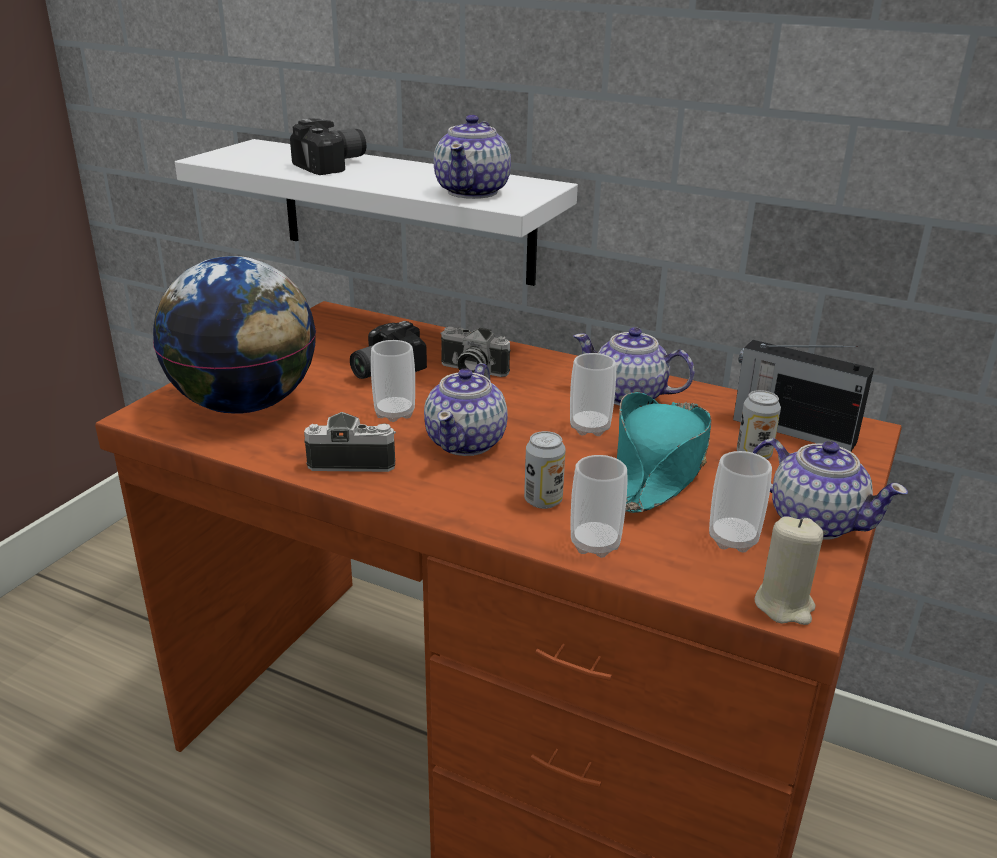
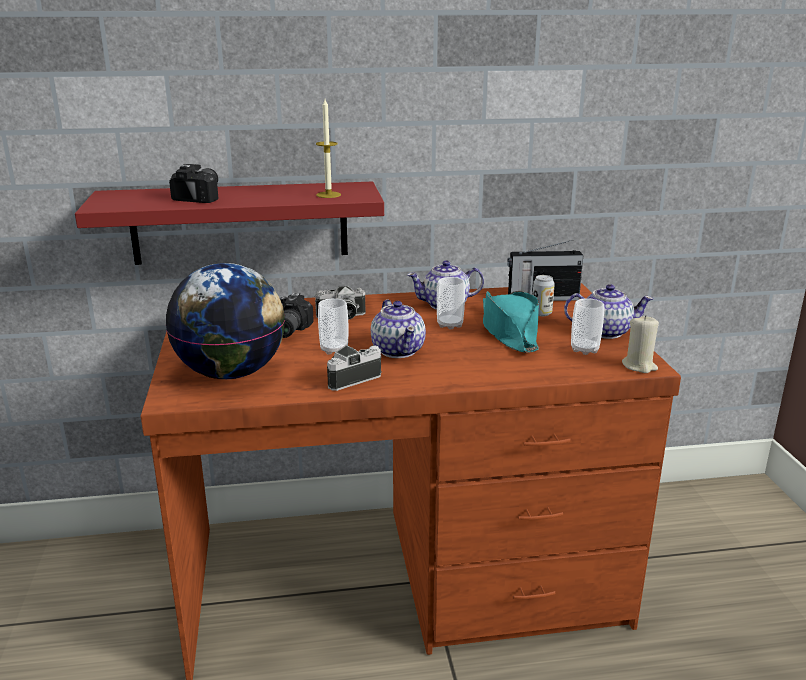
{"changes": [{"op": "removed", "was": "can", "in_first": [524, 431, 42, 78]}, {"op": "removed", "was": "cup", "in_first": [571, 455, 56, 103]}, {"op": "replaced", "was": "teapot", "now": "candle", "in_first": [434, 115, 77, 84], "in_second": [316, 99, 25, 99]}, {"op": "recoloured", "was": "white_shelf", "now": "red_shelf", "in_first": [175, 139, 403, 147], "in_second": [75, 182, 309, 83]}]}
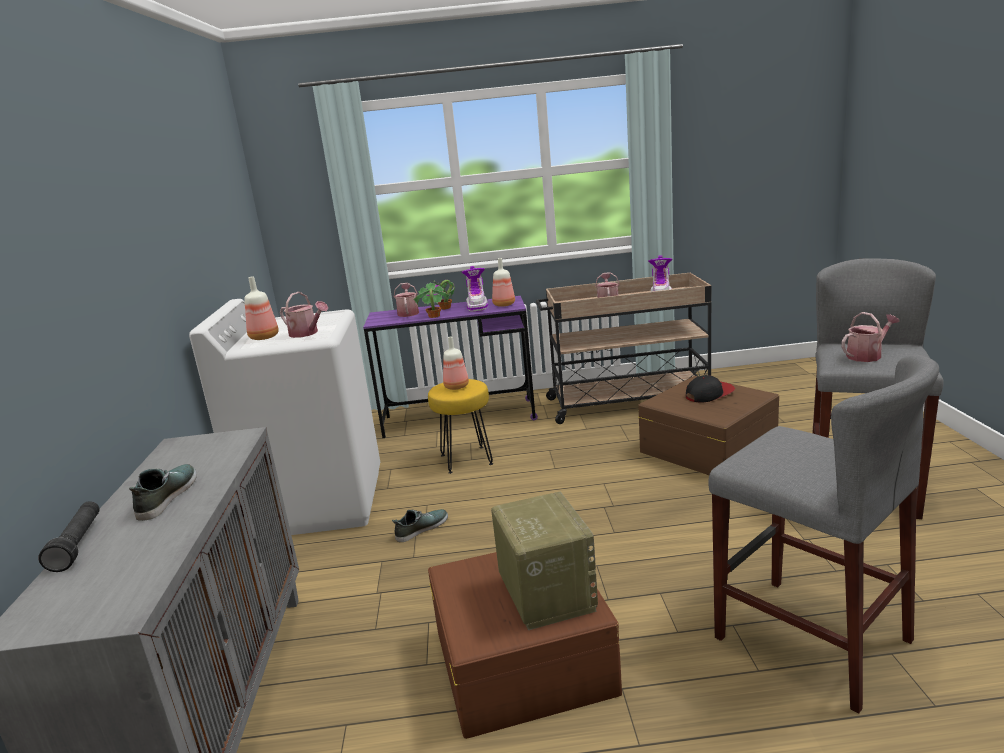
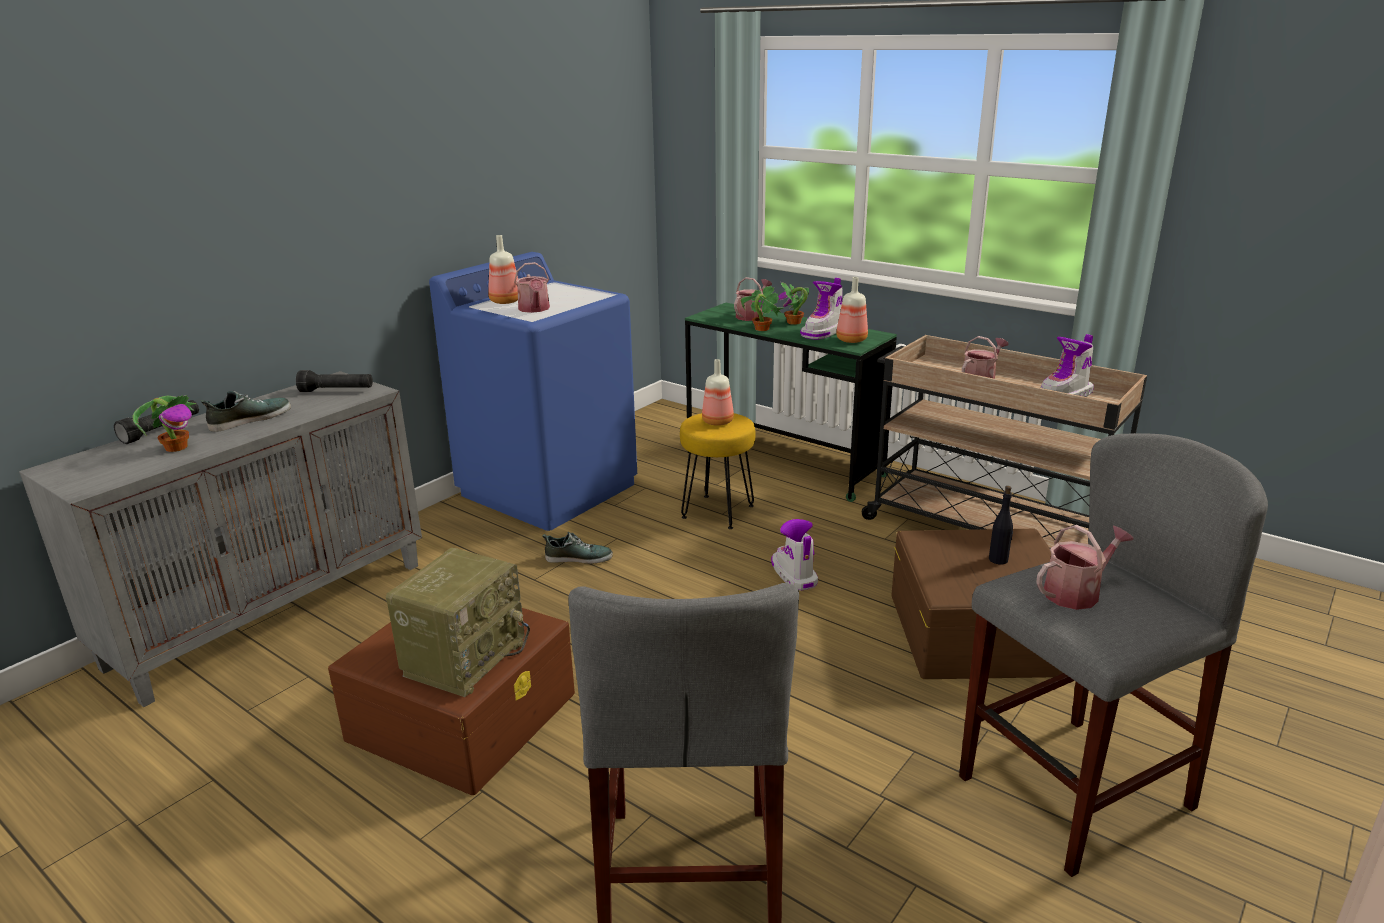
{"changes": [{"op": "added", "now": "potted_plant", "in_second": [133, 395, 64, 57]}, {"op": "added", "now": "black_flashlight", "in_second": [296, 370, 77, 22]}, {"op": "added", "now": "boot", "in_second": [771, 519, 47, 72]}, {"op": "replaced", "was": "cap", "now": "black_bottle", "in_first": [686, 375, 49, 28], "in_second": [989, 486, 24, 78]}, {"op": "recoloured", "was": "white_washing_machine", "now": "blue_washing_machine", "in_first": [189, 299, 191, 236], "in_second": [429, 252, 208, 279]}, {"op": "recoloured", "was": "purple_desk", "now": "green_desk", "in_first": [363, 296, 175, 142], "in_second": [685, 303, 212, 199]}, {"op": "turned", "was": "watering_can", "in_first": [842, 312, 57, 50], "in_second": [1036, 525, 97, 85], "clockwise": -45}]}
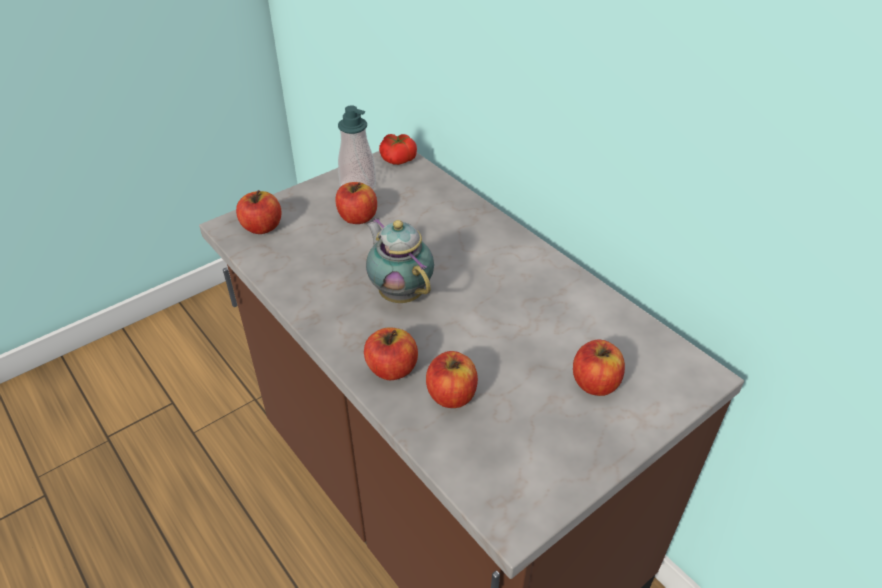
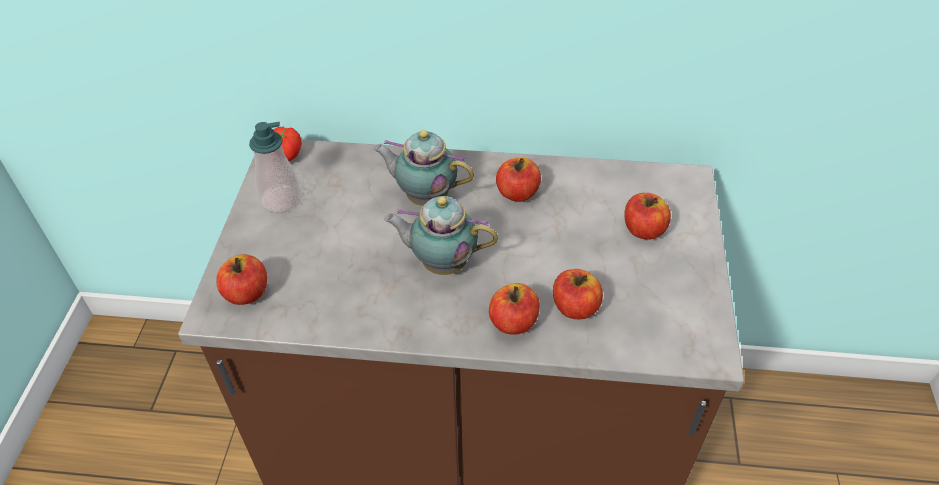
{"changes": [{"op": "added", "now": "teapot", "in_second": [374, 130, 100, 76]}, {"op": "moved", "was": "apple", "in_first": [335, 182, 42, 42], "in_second": [496, 158, 45, 44]}]}
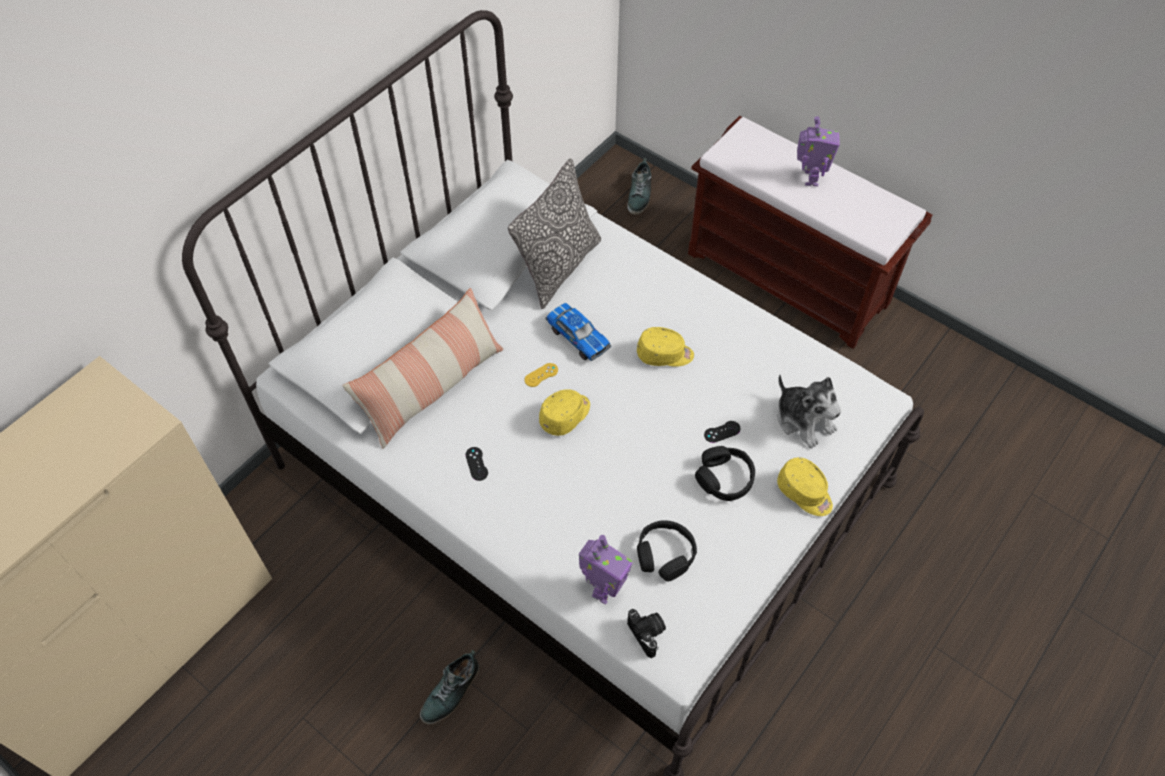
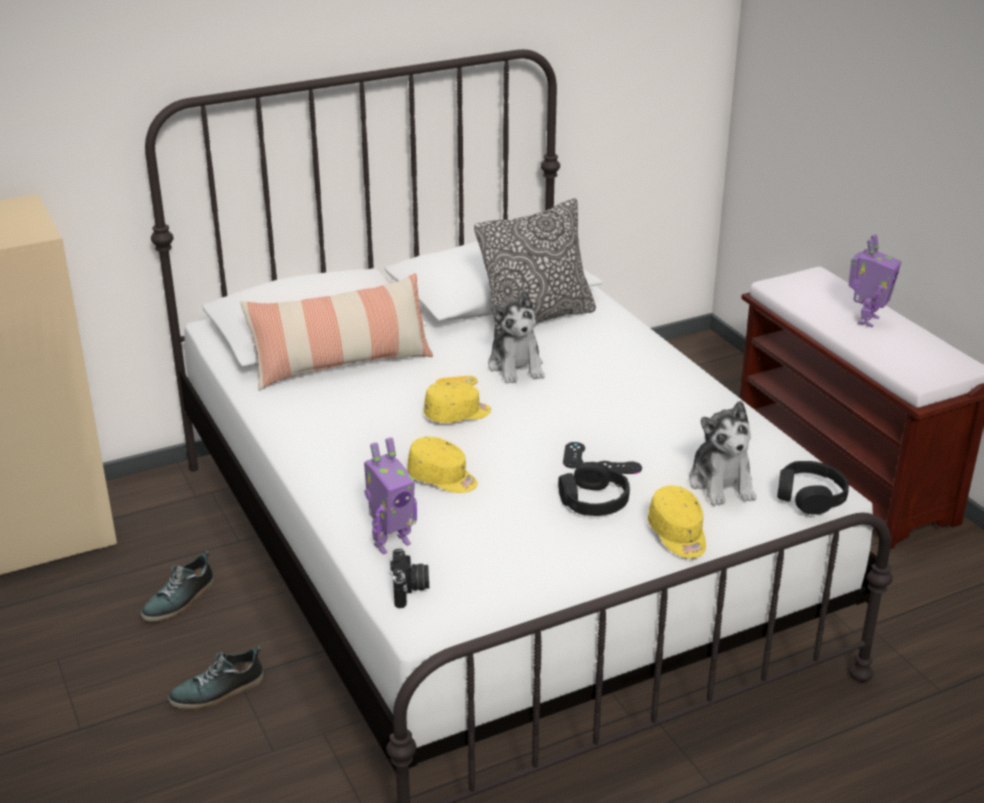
{"changes": [{"op": "moved", "was": "black_game_controller", "in_first": [465, 447, 23, 34], "in_second": [563, 442, 22, 26]}, {"op": "moved", "was": "shoe", "in_first": [627, 158, 24, 57], "in_second": [141, 550, 73, 72]}, {"op": "moved", "was": "yellow_cap", "in_first": [637, 327, 57, 40], "in_second": [407, 437, 71, 56]}, {"op": "moved", "was": "black_headphones", "in_first": [637, 520, 60, 62], "in_second": [777, 461, 72, 54]}, {"op": "replaced", "was": "toy_car", "now": "plush_toy", "in_first": [545, 303, 66, 58], "in_second": [488, 290, 57, 94]}]}
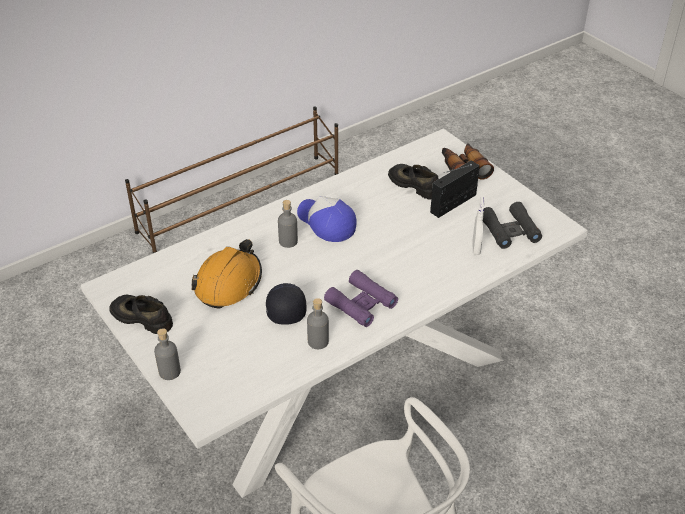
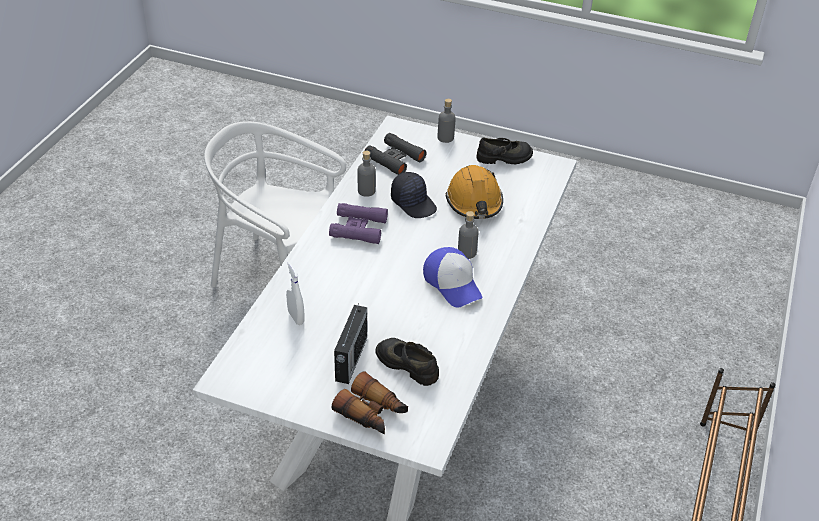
{"changes": [{"op": "moved", "was": "black_binoculars", "in_first": [483, 202, 59, 47], "in_second": [365, 133, 61, 42]}, {"op": "turned", "was": "cap", "in_first": [297, 196, 60, 46], "in_second": [423, 247, 59, 60], "clockwise": 45}, {"op": "turned", "was": "black_shoe", "in_first": [388, 164, 51, 36], "in_second": [375, 338, 64, 48], "clockwise": -150}]}
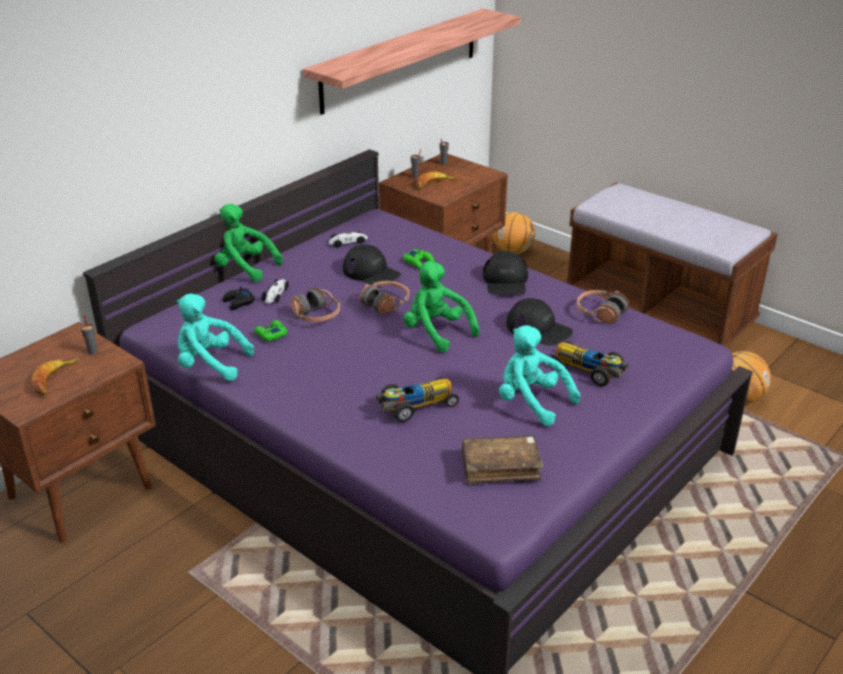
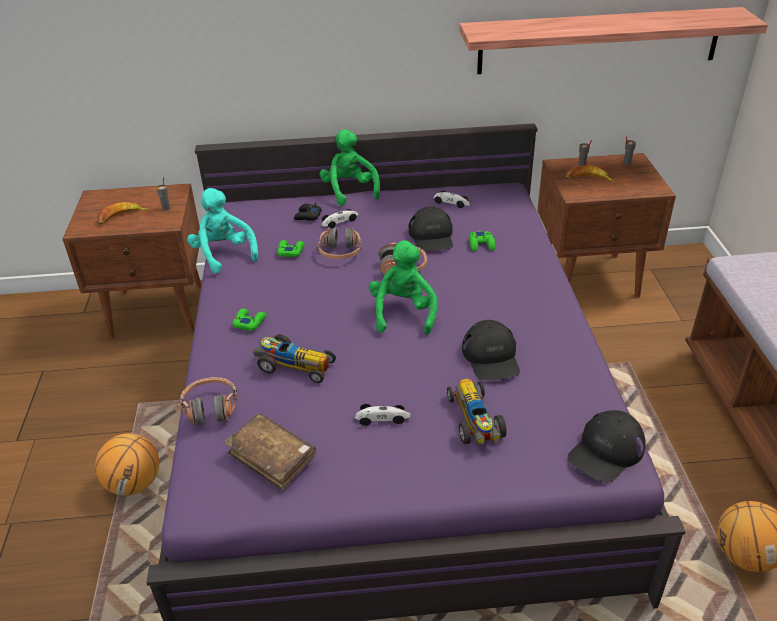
{"changes": [{"op": "added", "now": "green_game_controller", "in_second": [232, 309, 35, 22]}, {"op": "moved", "was": "black_cap", "in_first": [483, 251, 45, 43], "in_second": [568, 410, 78, 72]}, {"op": "moved", "was": "basketball", "in_first": [493, 212, 42, 42], "in_second": [95, 433, 64, 63]}, {"op": "moved", "was": "headphones", "in_first": [576, 290, 53, 34], "in_second": [180, 377, 57, 50]}, {"op": "replaced", "was": "turquoise_plush_toy", "now": "toy_car", "in_first": [499, 325, 81, 101], "in_second": [355, 404, 57, 22]}]}
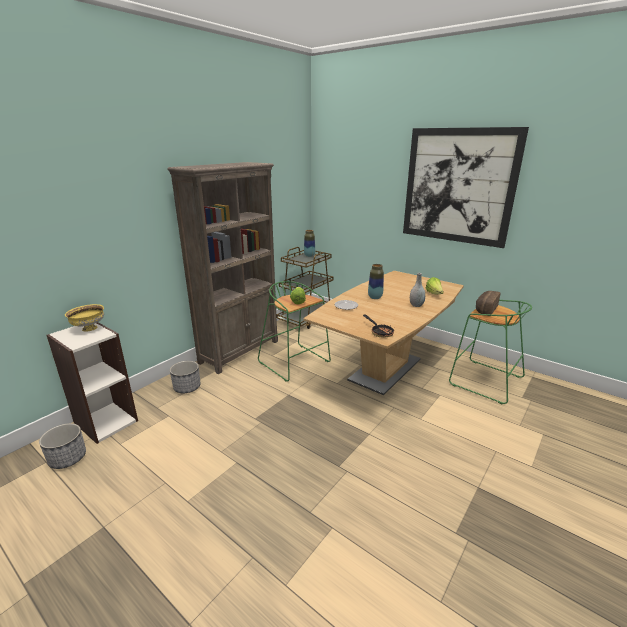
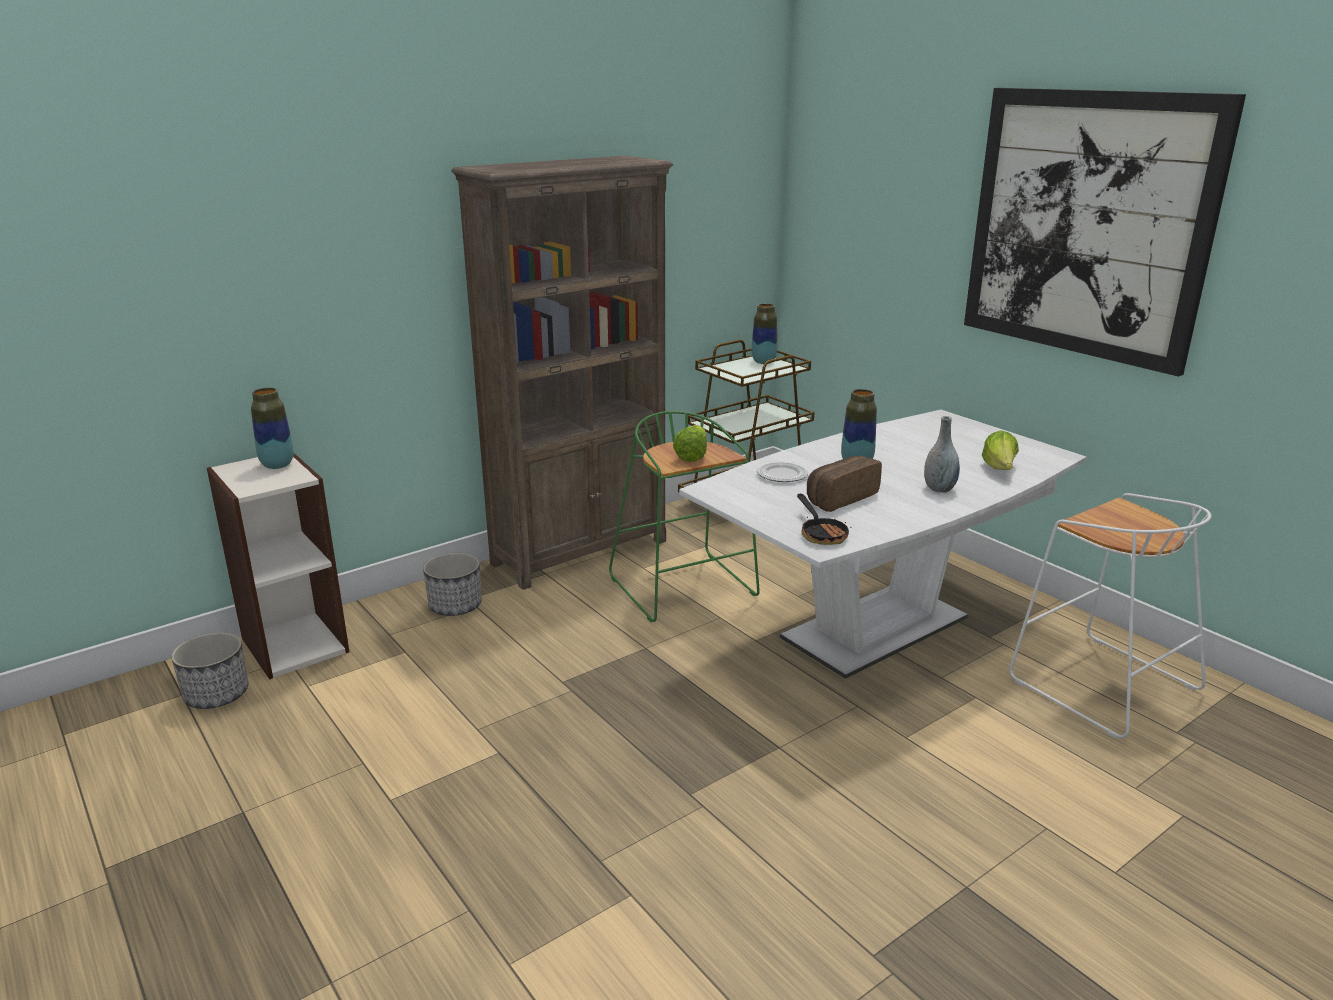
{"changes": [{"op": "moved", "was": "bread", "in_first": [476, 291, 25, 23], "in_second": [807, 456, 75, 56]}, {"op": "replaced", "was": "yellow_bowl", "now": "vase", "in_first": [65, 304, 39, 28], "in_second": [251, 388, 43, 81]}, {"op": "recoloured", "was": "brown_dining_table", "now": "white_dining_table", "in_first": [303, 271, 161, 124], "in_second": [679, 410, 408, 269]}, {"op": "recoloured", "was": "green_stool", "now": "white_stool", "in_first": [449, 300, 83, 104], "in_second": [1009, 493, 203, 246]}]}
